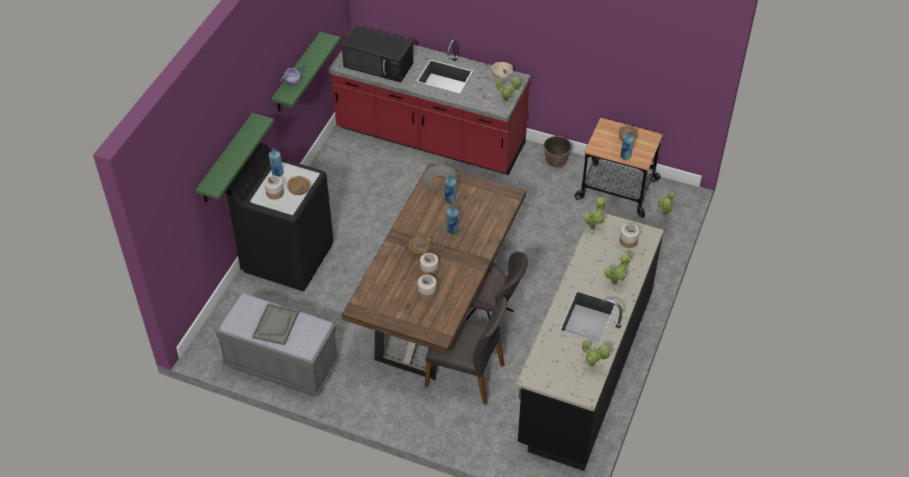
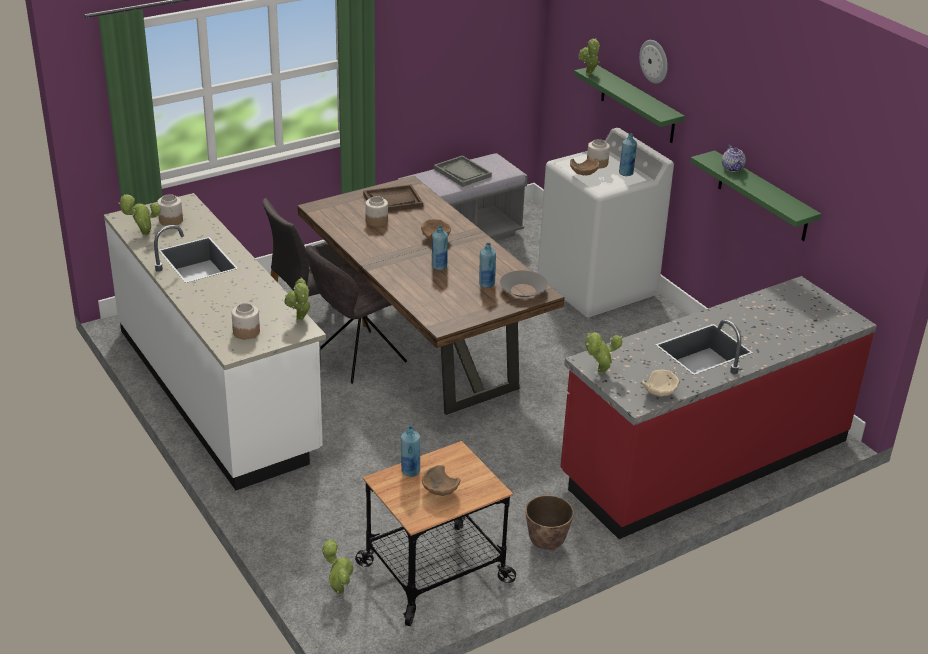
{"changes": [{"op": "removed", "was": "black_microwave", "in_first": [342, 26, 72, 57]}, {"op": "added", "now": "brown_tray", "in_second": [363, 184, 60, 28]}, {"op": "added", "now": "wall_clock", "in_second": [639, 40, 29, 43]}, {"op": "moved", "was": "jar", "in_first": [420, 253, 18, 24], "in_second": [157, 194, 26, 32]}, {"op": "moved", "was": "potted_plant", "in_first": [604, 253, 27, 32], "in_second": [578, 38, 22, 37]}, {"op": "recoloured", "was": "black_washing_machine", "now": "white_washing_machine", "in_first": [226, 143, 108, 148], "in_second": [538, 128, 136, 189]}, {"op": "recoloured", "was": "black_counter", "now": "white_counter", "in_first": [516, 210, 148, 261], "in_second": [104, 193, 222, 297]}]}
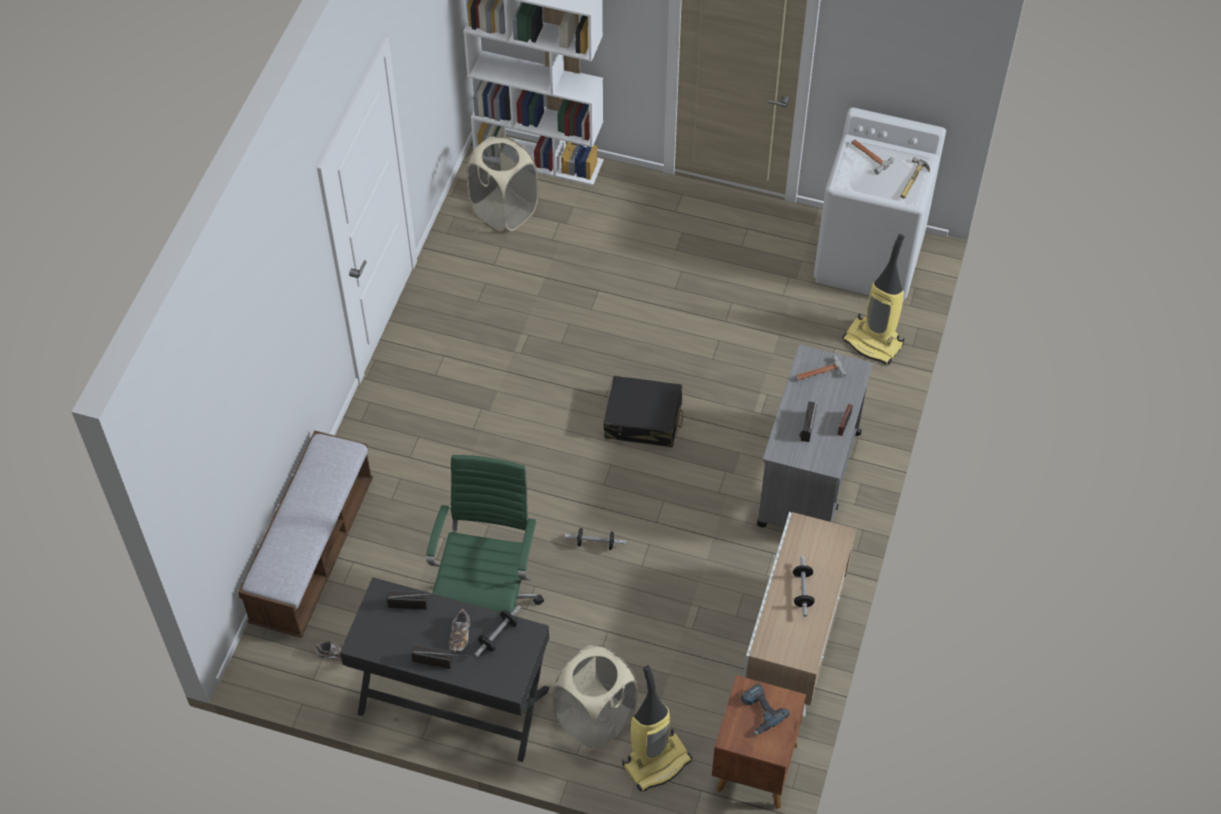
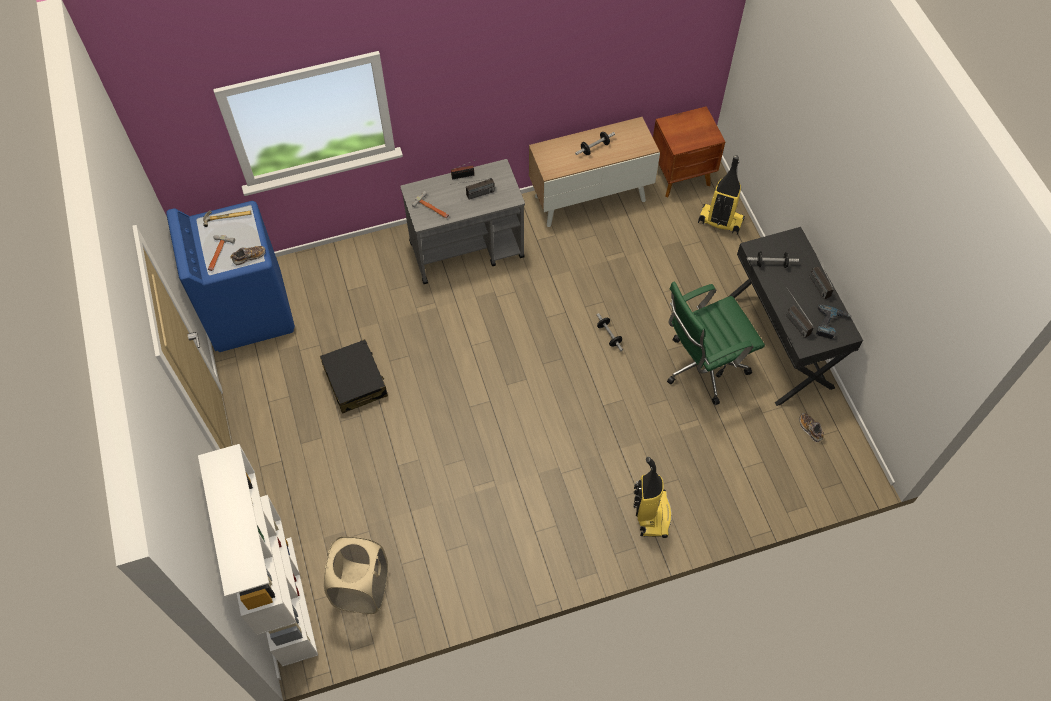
{"changes": [{"op": "removed", "was": "bench", "in_first": [238, 430, 135, 208]}, {"op": "removed", "was": "beige_laundry_basket", "in_first": [553, 645, 85, 106]}, {"op": "moved", "was": "shoe", "in_first": [449, 609, 21, 44], "in_second": [230, 246, 35, 19]}, {"op": "moved", "was": "black_suitcase", "in_first": [603, 376, 80, 72], "in_second": [320, 339, 68, 75]}, {"op": "moved", "was": "power_drill", "in_first": [740, 683, 50, 52], "in_second": [816, 304, 35, 35]}, {"op": "moved", "was": "vacuum_cleaner", "in_first": [842, 234, 63, 131], "in_second": [633, 457, 39, 81]}, {"op": "recoloured", "was": "white_washing_machine", "now": "blue_washing_machine", "in_first": [814, 107, 132, 194], "in_second": [166, 201, 129, 151]}]}
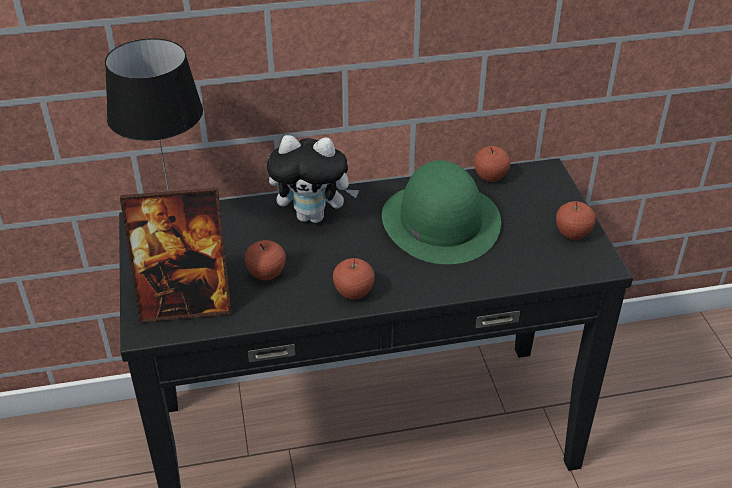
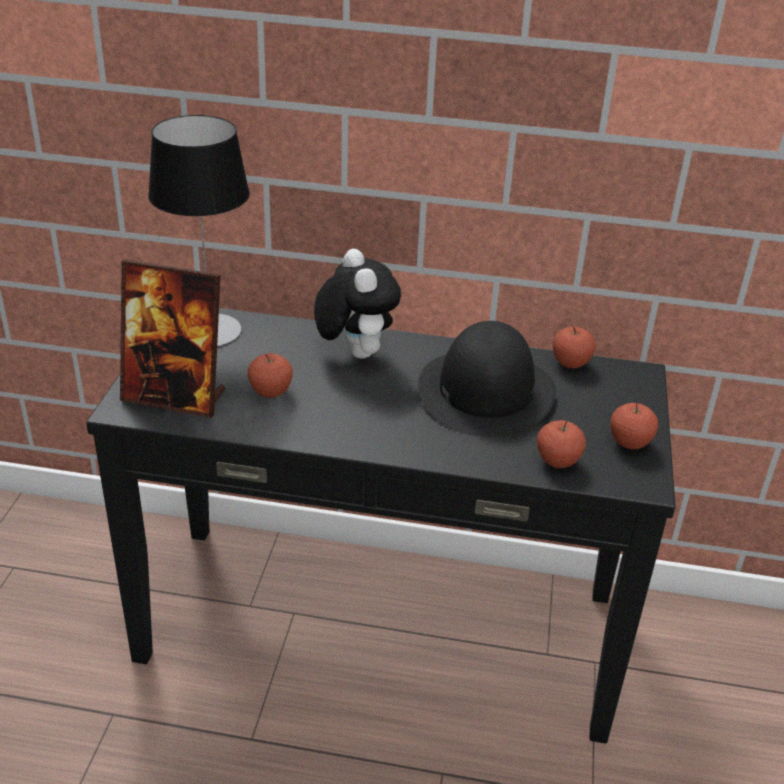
{"changes": [{"op": "moved", "was": "apple", "in_first": [333, 258, 42, 42], "in_second": [537, 420, 49, 48]}, {"op": "recoloured", "was": "green_hat", "now": "black_hat", "in_first": [382, 160, 119, 104], "in_second": [418, 321, 138, 116]}, {"op": "turned", "was": "plush_toy", "in_first": [267, 135, 92, 88], "in_second": [314, 249, 87, 110], "clockwise": -135}]}
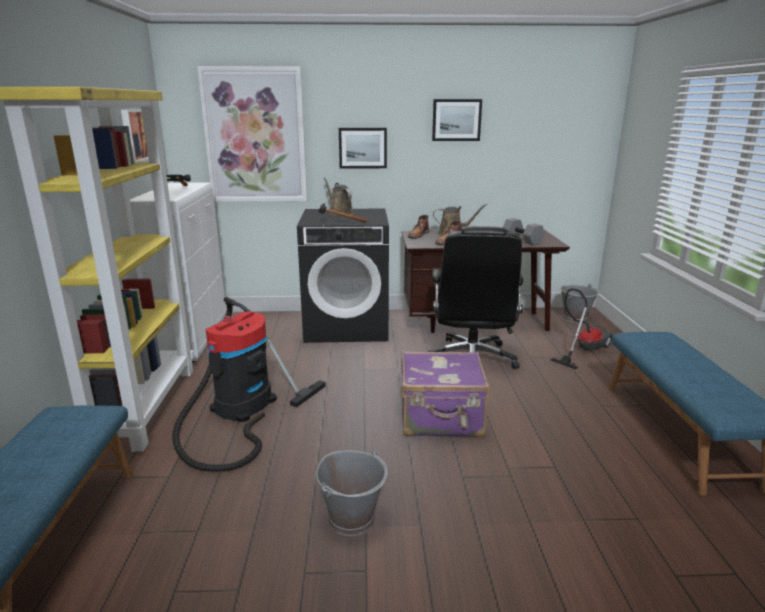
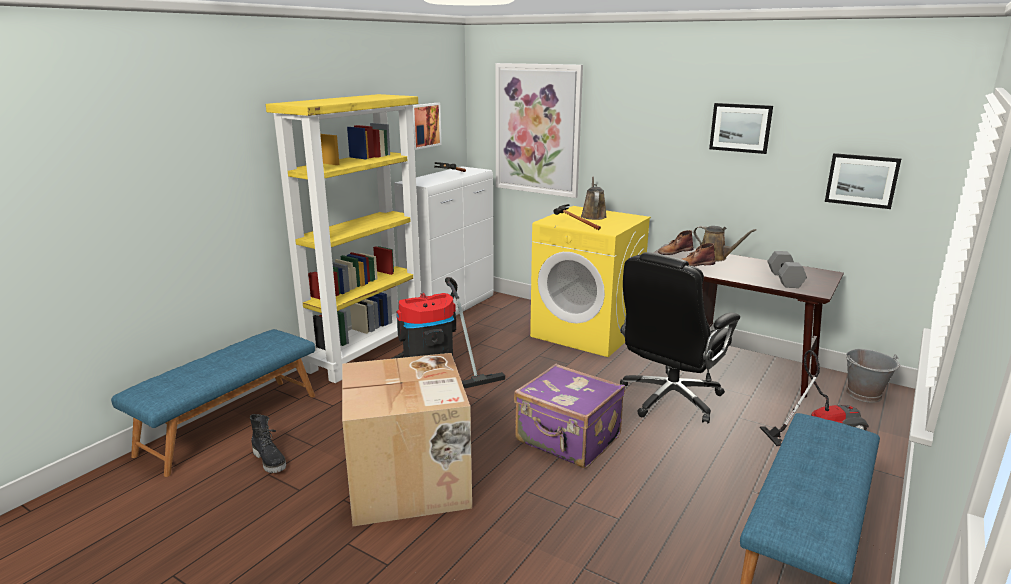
{"changes": [{"op": "added", "now": "black_boot", "in_second": [250, 414, 36, 59]}, {"op": "moved", "was": "picture", "in_first": [339, 128, 48, 41], "in_second": [825, 153, 76, 56]}, {"op": "replaced", "was": "grey_bucket", "now": "cardboard_box", "in_first": [316, 449, 72, 87], "in_second": [342, 353, 130, 173]}, {"op": "recoloured", "was": "black_washing_machine", "now": "yellow_washing_machine", "in_first": [297, 209, 92, 134], "in_second": [530, 206, 121, 151]}]}
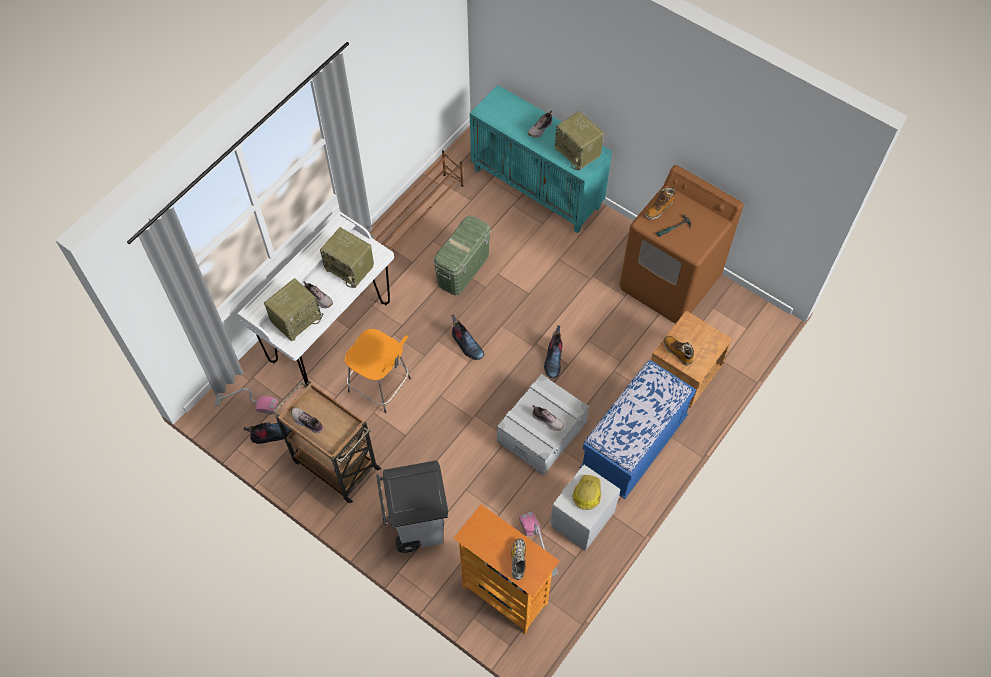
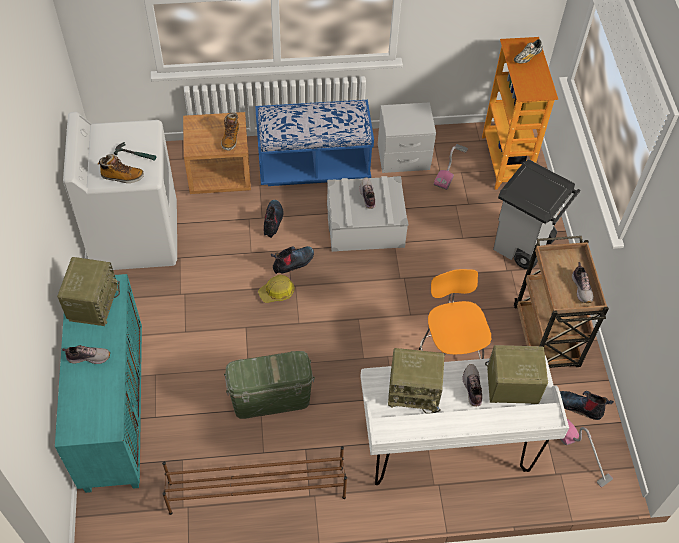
{"changes": [{"op": "moved", "was": "boot", "in_first": [452, 315, 32, 45], "in_second": [263, 200, 21, 38]}, {"op": "moved", "was": "hard_hat", "in_first": [572, 475, 29, 35], "in_second": [258, 275, 36, 28]}, {"op": "recoloured", "was": "brown_washing_machine", "now": "white_washing_machine", "in_first": [620, 165, 124, 159], "in_second": [63, 112, 114, 158]}, {"op": "turned", "was": "radio", "in_first": [320, 227, 54, 61], "in_second": [388, 348, 57, 66], "clockwise": 105}]}
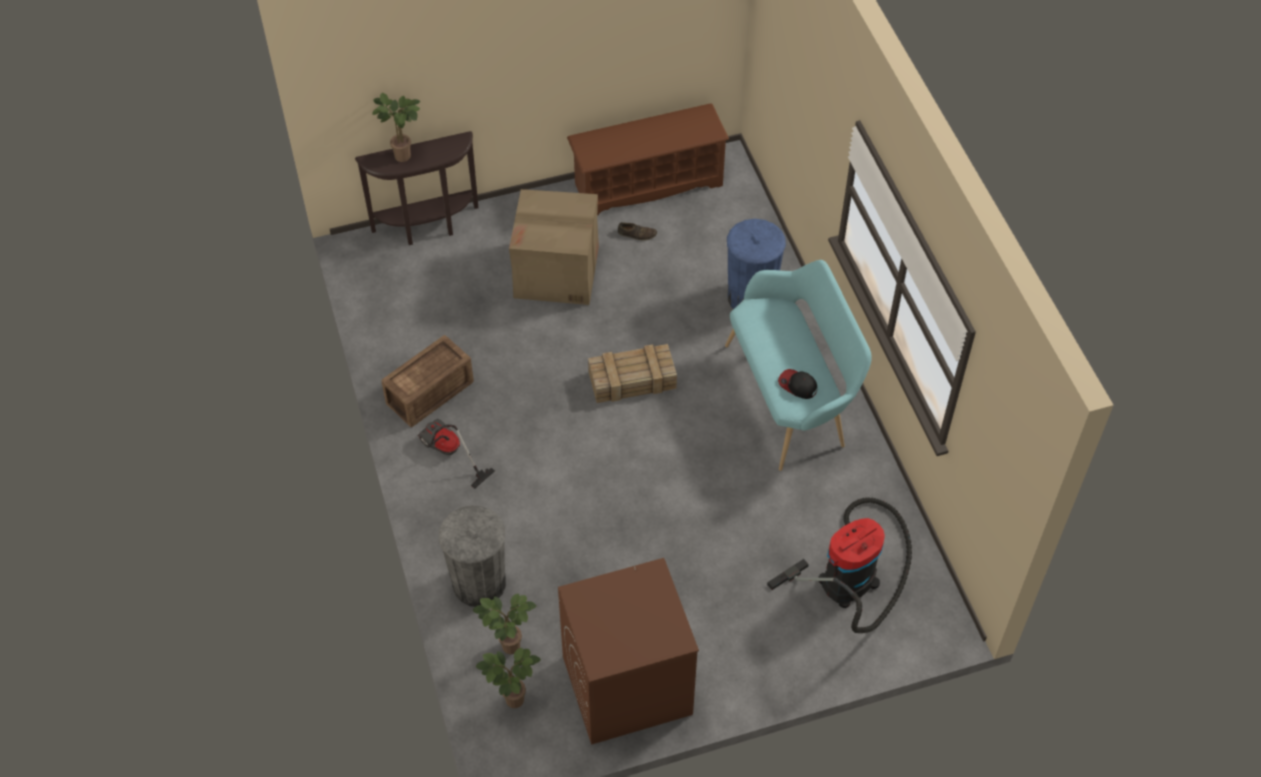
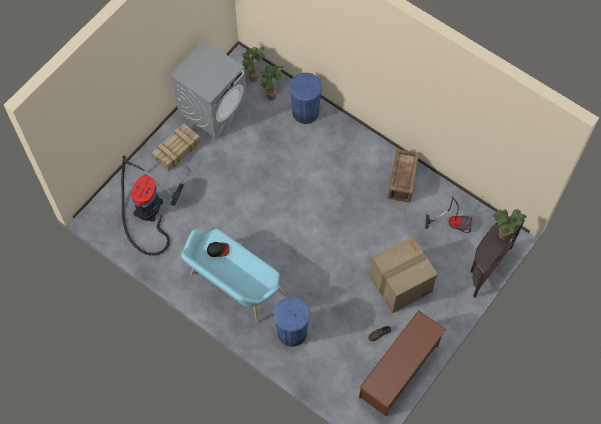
{"changes": [{"op": "moved", "was": "vacuum_cleaner", "in_first": [417, 419, 78, 70], "in_second": [425, 196, 47, 37]}, {"op": "moved", "was": "crate", "in_first": [588, 344, 89, 59], "in_second": [152, 124, 49, 48]}, {"op": "recoloured", "was": "grey_trash_can", "now": "blue_trash_can", "in_first": [439, 505, 67, 102], "in_second": [289, 73, 33, 51]}, {"op": "recoloured", "was": "brown_washing_machine", "now": "grey_washing_machine", "in_first": [558, 558, 141, 187], "in_second": [170, 40, 78, 100]}]}
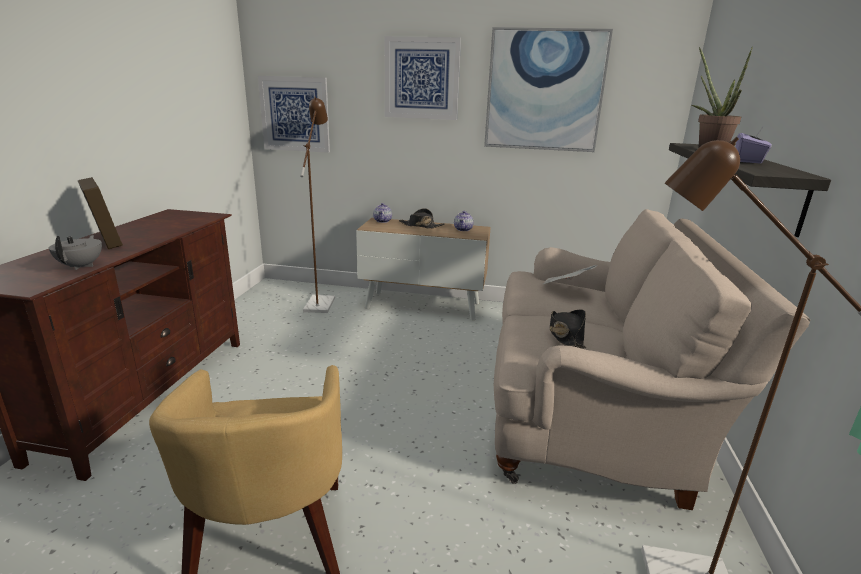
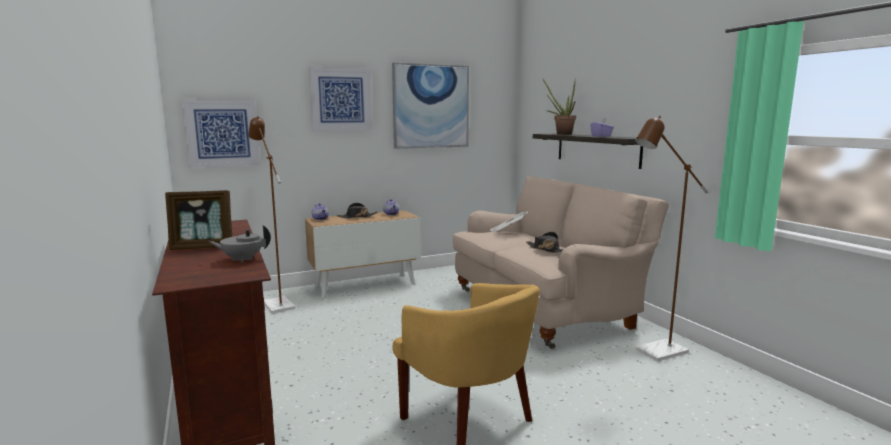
{"changes": [{"op": "turned", "was": "grey_teapot", "in_first": [49, 235, 53, 35], "in_second": [208, 225, 63, 38], "clockwise": -60}, {"op": "turned", "was": "picture_frame", "in_first": [78, 177, 45, 72], "in_second": [165, 190, 67, 60], "clockwise": 150}]}
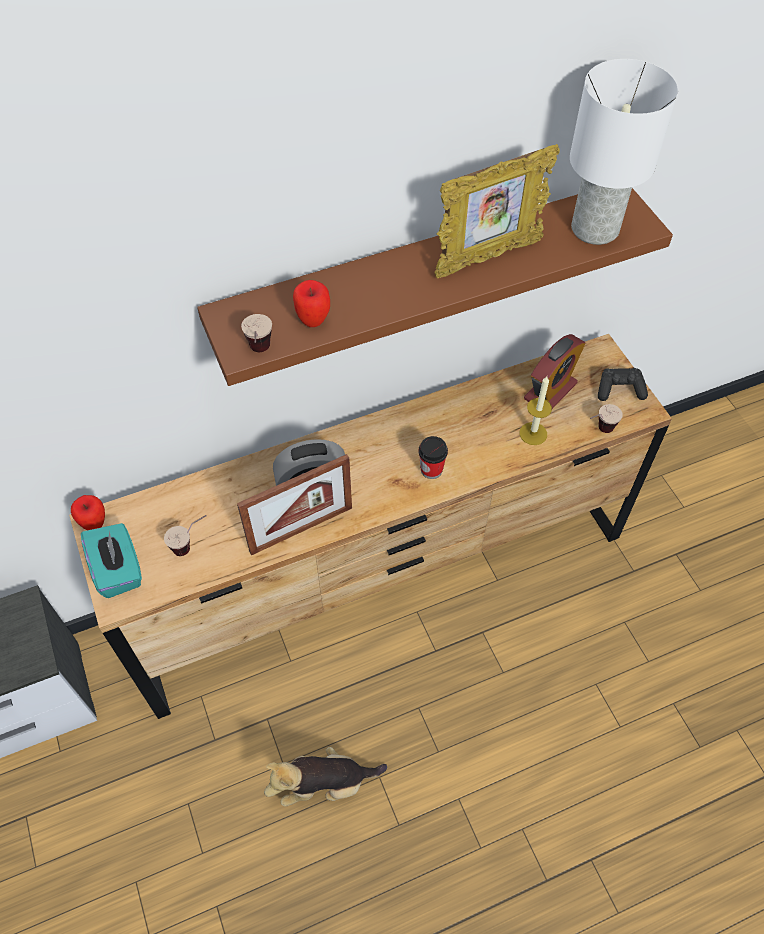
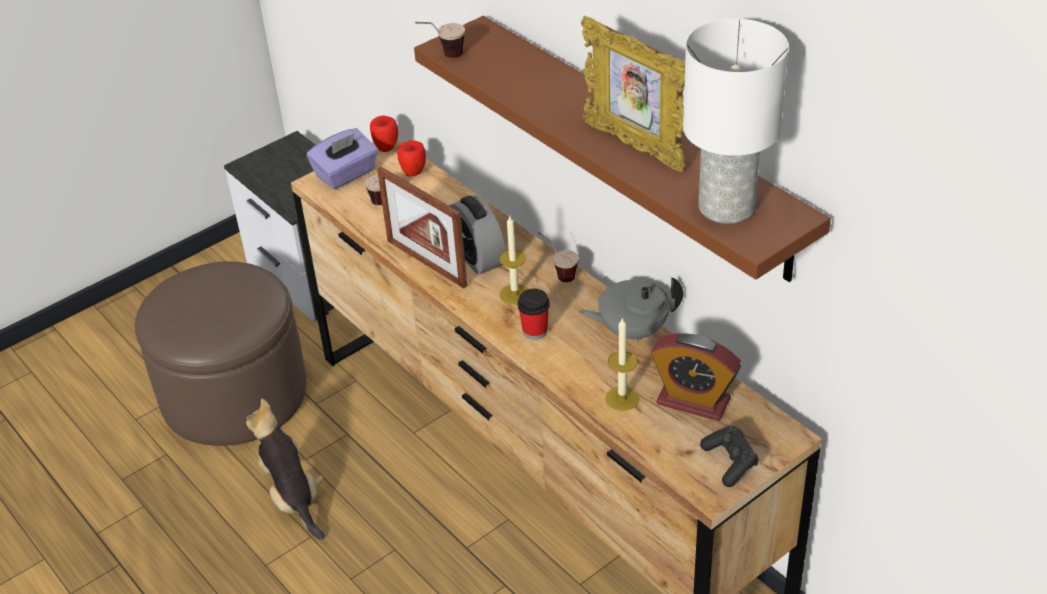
{"changes": [{"op": "added", "now": "brown_ottoman", "in_second": [135, 261, 171, 185]}, {"op": "added", "now": "candle", "in_second": [499, 216, 29, 89]}, {"op": "added", "now": "grey_teapot", "in_second": [579, 277, 105, 65]}, {"op": "moved", "was": "apple", "in_first": [293, 280, 37, 47], "in_second": [397, 140, 29, 37]}, {"op": "moved", "was": "cup", "in_first": [590, 404, 33, 29], "in_second": [538, 232, 41, 50]}, {"op": "recoloured", "was": "turquoise_tissue_box", "now": "purple_tissue_box", "in_first": [81, 523, 61, 75], "in_second": [306, 128, 72, 61]}]}
